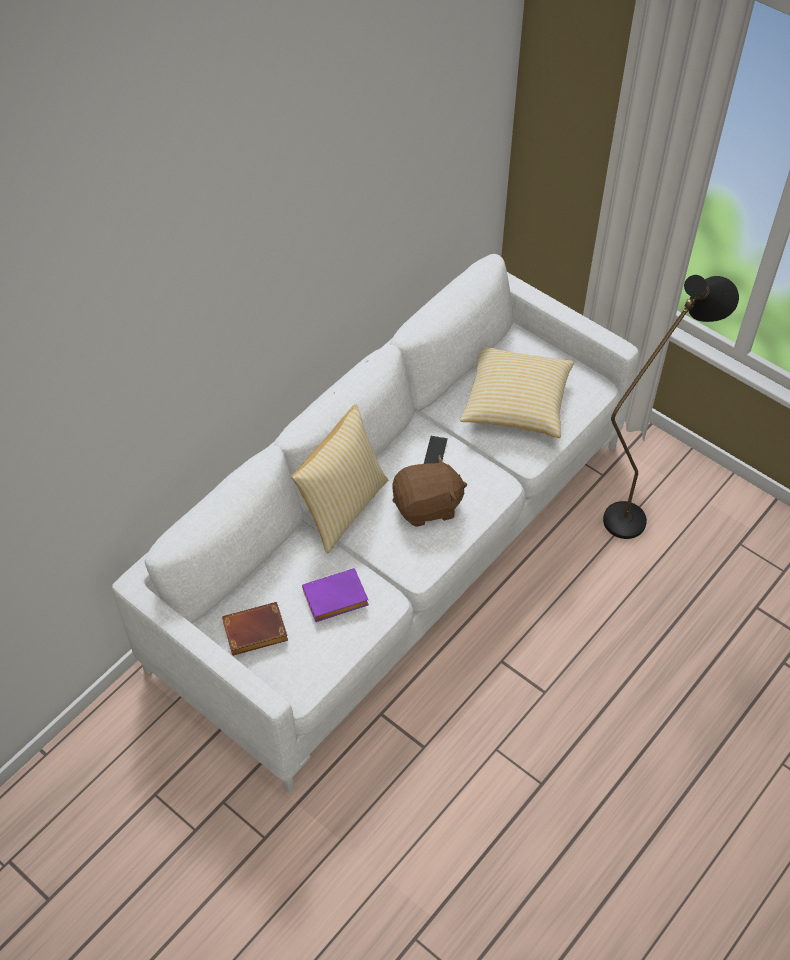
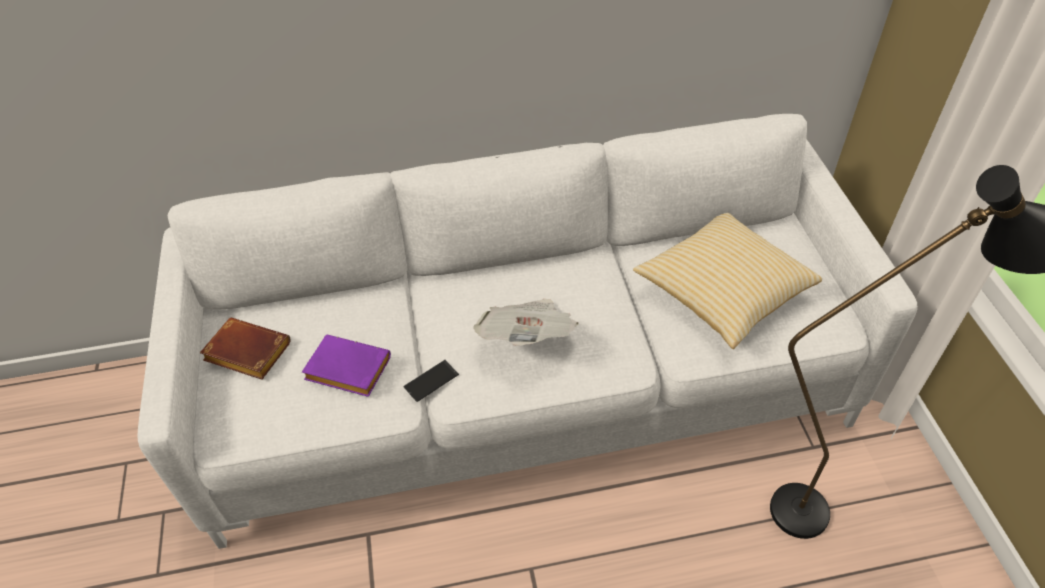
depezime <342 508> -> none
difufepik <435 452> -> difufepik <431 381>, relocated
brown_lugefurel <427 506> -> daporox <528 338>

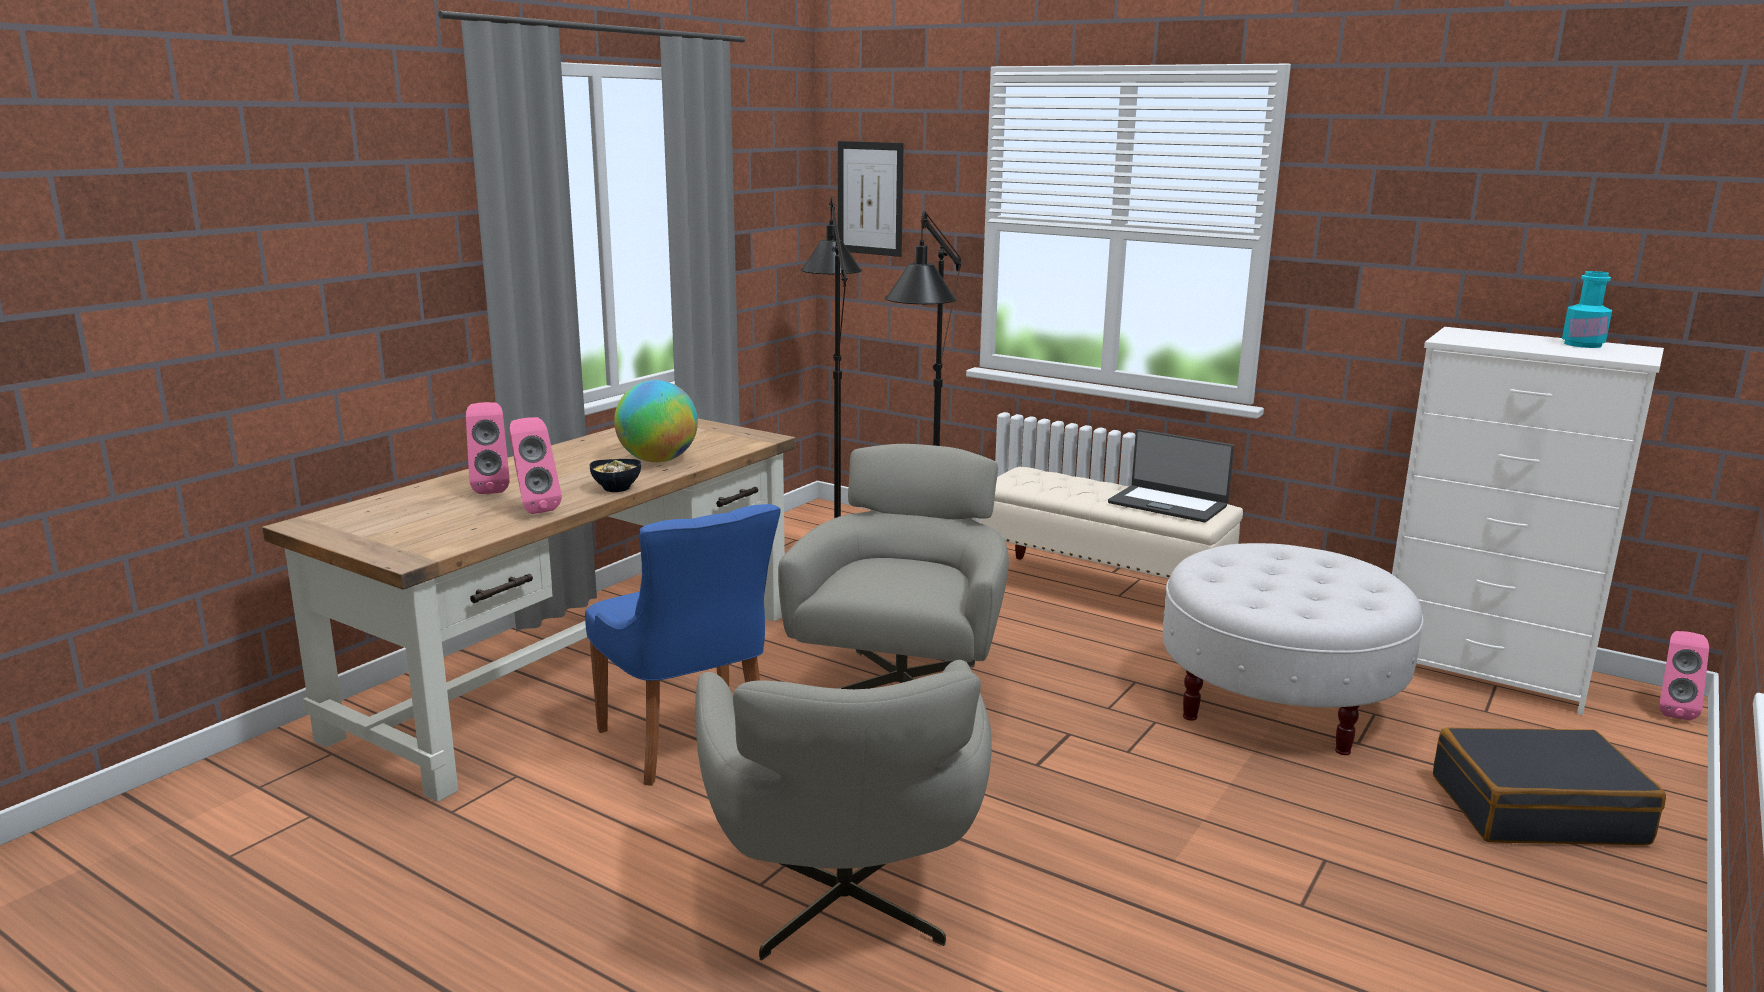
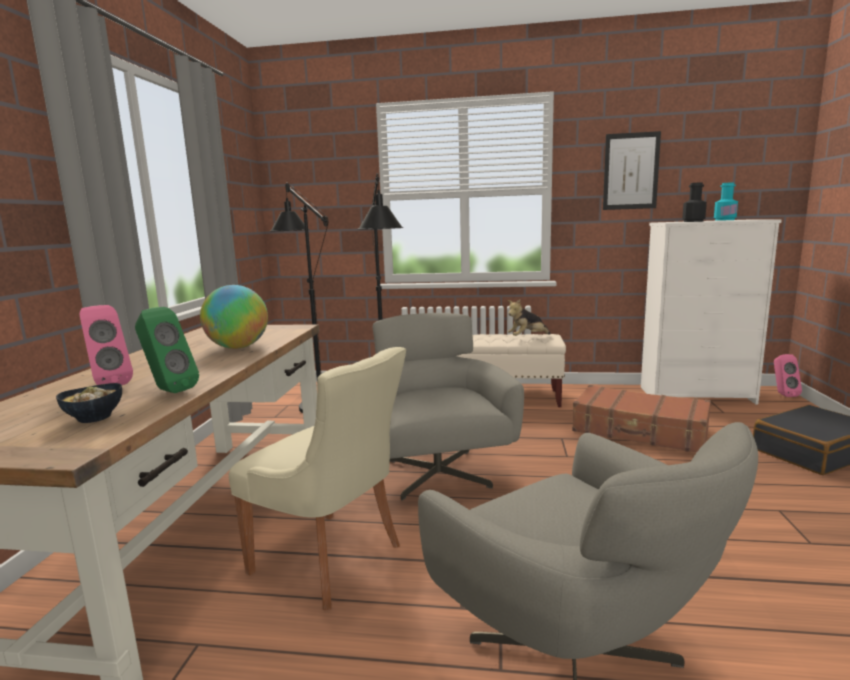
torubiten <870 198> -> torubiten <631 171>, relocated
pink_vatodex <533 509> -> green_vatodex <168 391>
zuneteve <1168 504> -> lugefurel <527 338>
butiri <617 489> -> butiri <95 418>, relocated
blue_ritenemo <689 742> -> beige_ritenemo <331 559>
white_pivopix <1278 703> -> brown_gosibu <639 431>
none -> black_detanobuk <693 221>

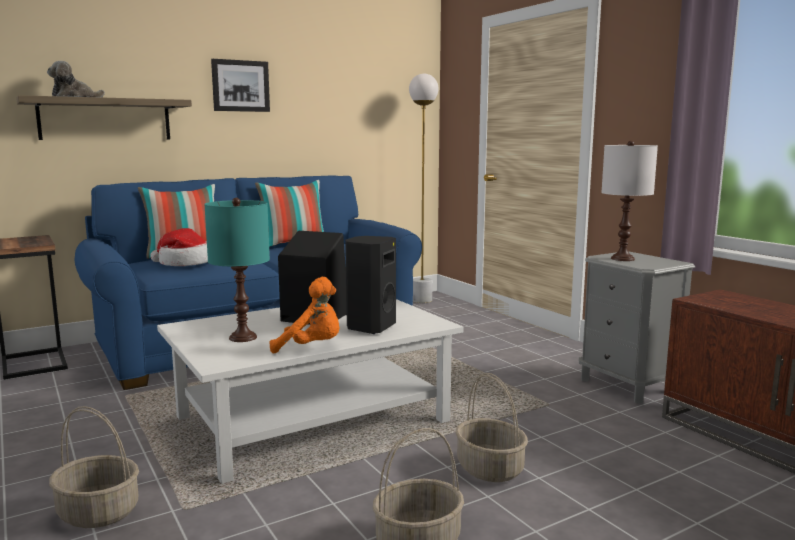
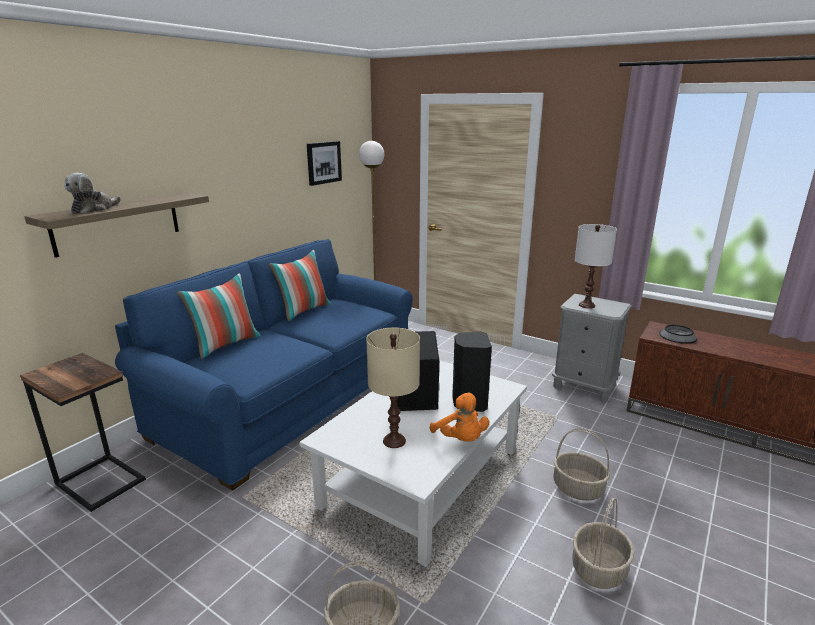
torubiten <240 86> -> torubiten <323 162>, relocated
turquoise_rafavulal <243 337> -> beige_rafavulal <394 441>
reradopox <186 263> -> none
orange_lugefurel <312 348> -> orange_lugefurel <460 440>, 75 degrees clockwise
none -> butiri <677 336>

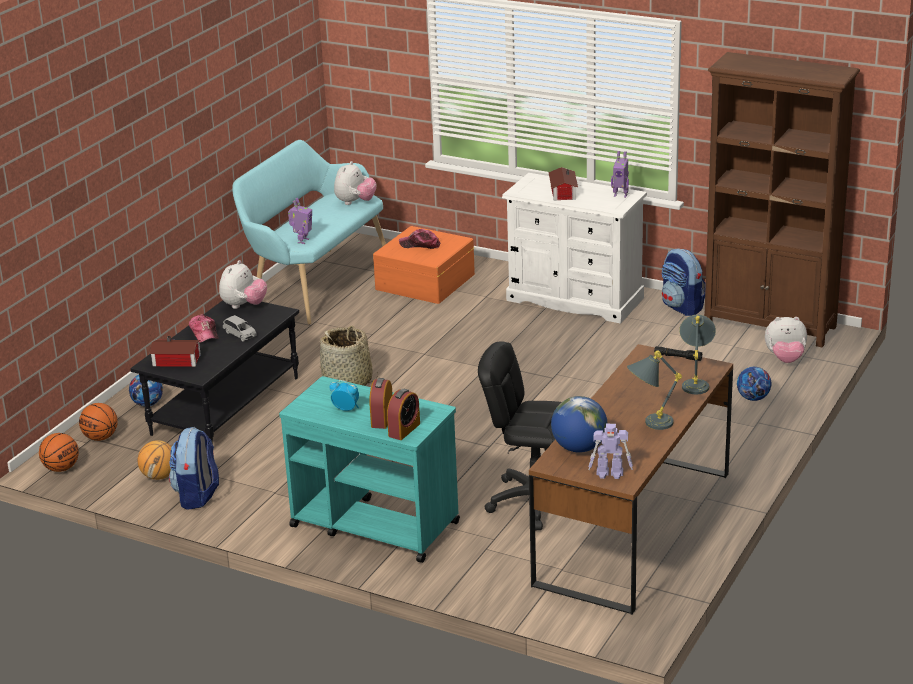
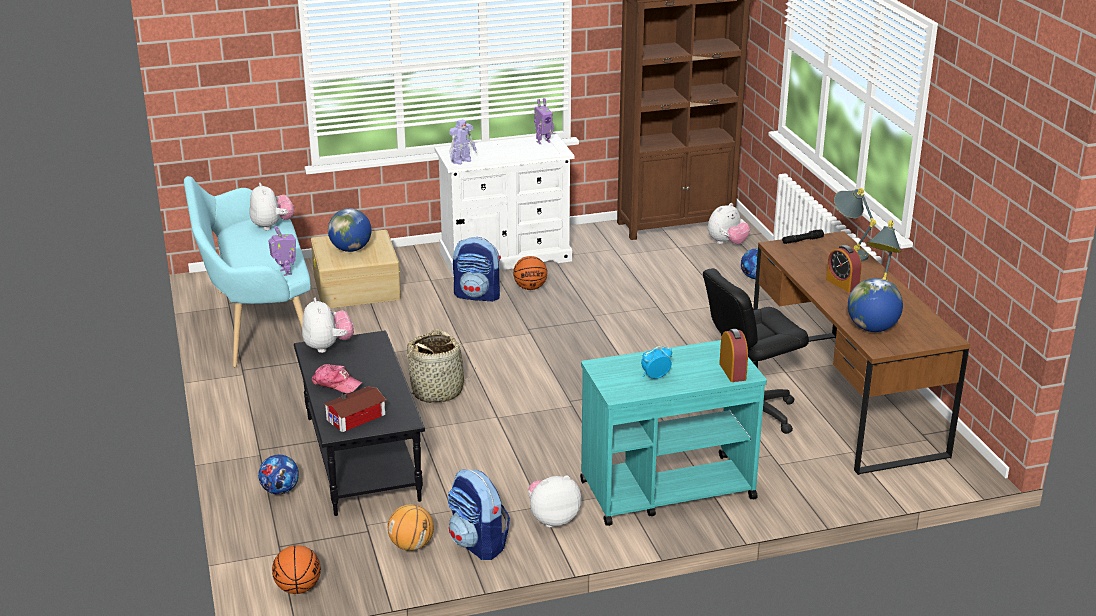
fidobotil <562 192> -> none
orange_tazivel <424 282> -> beige_tazivel <356 287>
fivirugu <420 245> -> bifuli <351 249>
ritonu <682 307> -> ritonu <478 295>, relocated
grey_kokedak <240 334> -> none
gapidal <382 419> -> gapidal <842 284>, relocated
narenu <101 437> -> narenu <530 288>, relocated
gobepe <610 474> -> gobepe <462 160>, relocated
none -> lugefurel <553 519>

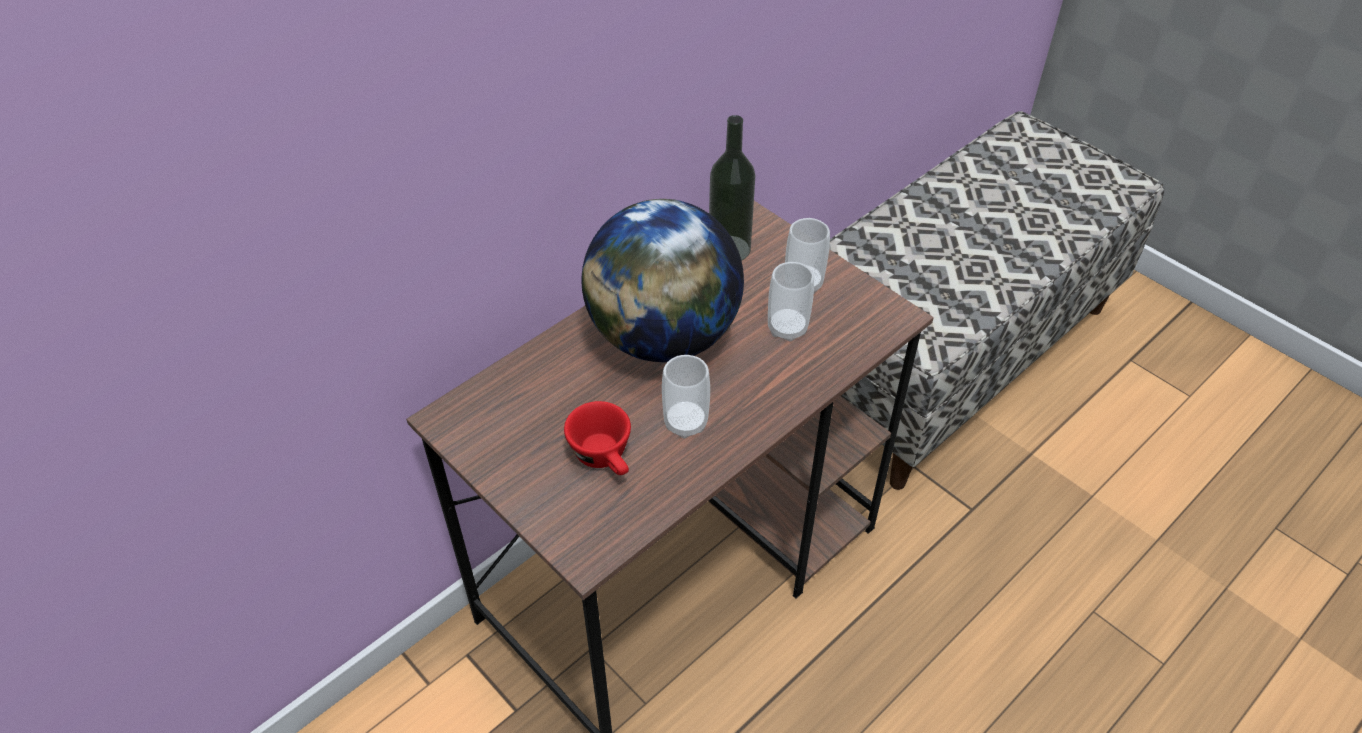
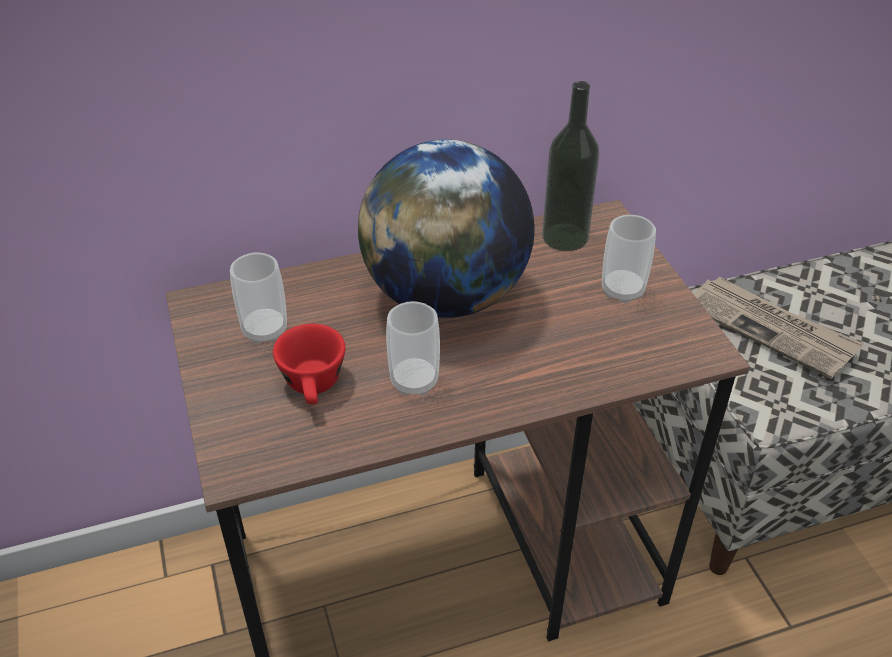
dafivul <787 328> -> dafivul <265 330>, relocated
none -> daporox <770 329>

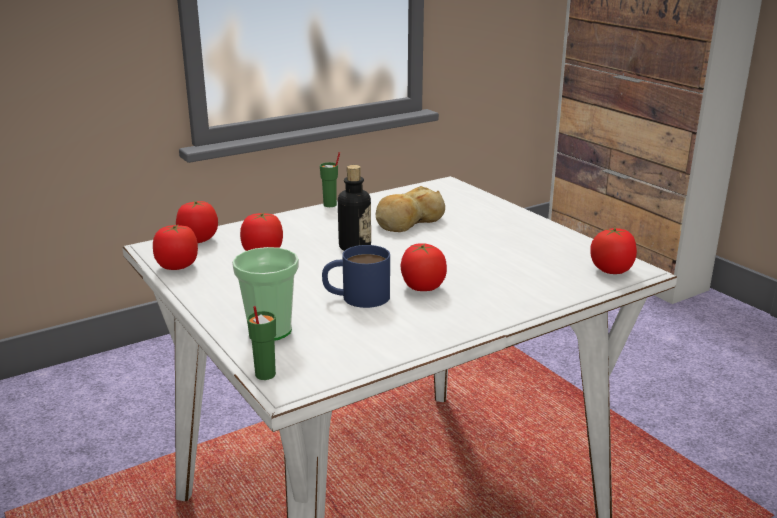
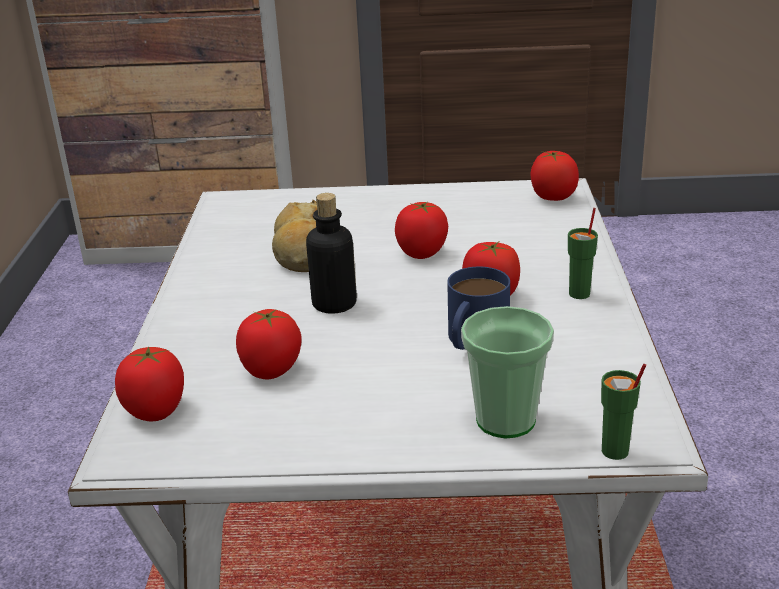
green_dafivul <330 205> -> green_dafivul <580 294>, relocated
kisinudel <177 266> -> kisinudel <421 253>, relocated

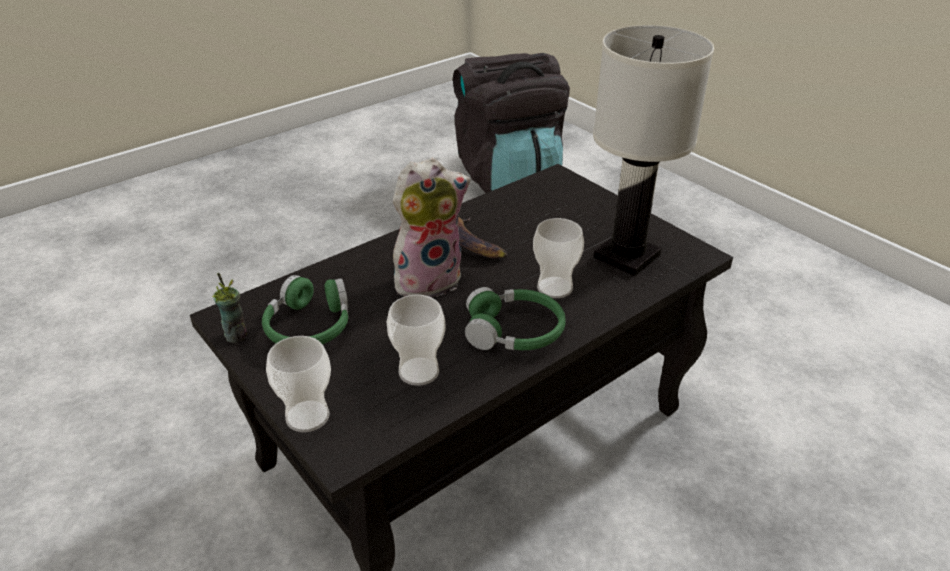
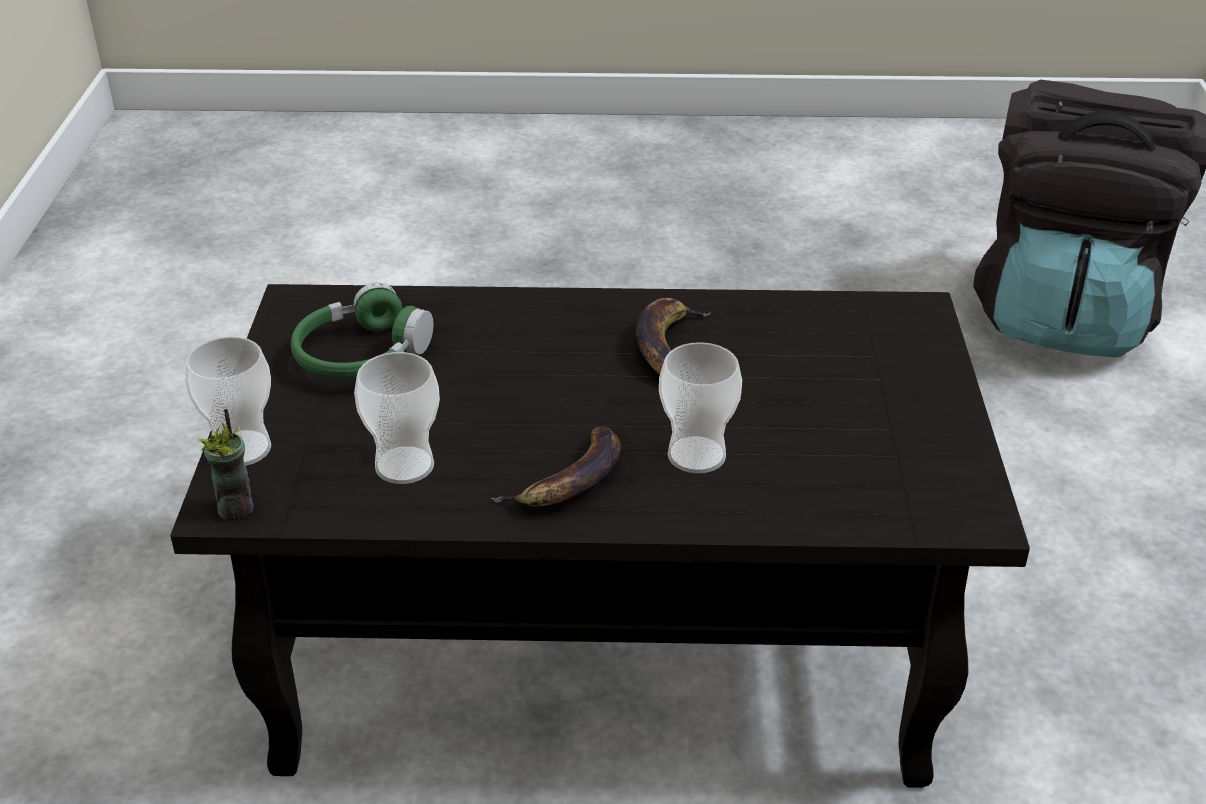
white_rafavulal <627 257> -> none
lugefurel <429 279> -> none
dafivul <236 335> -> dafivul <236 508>, relocated
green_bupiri <514 331> -> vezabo <570 481>

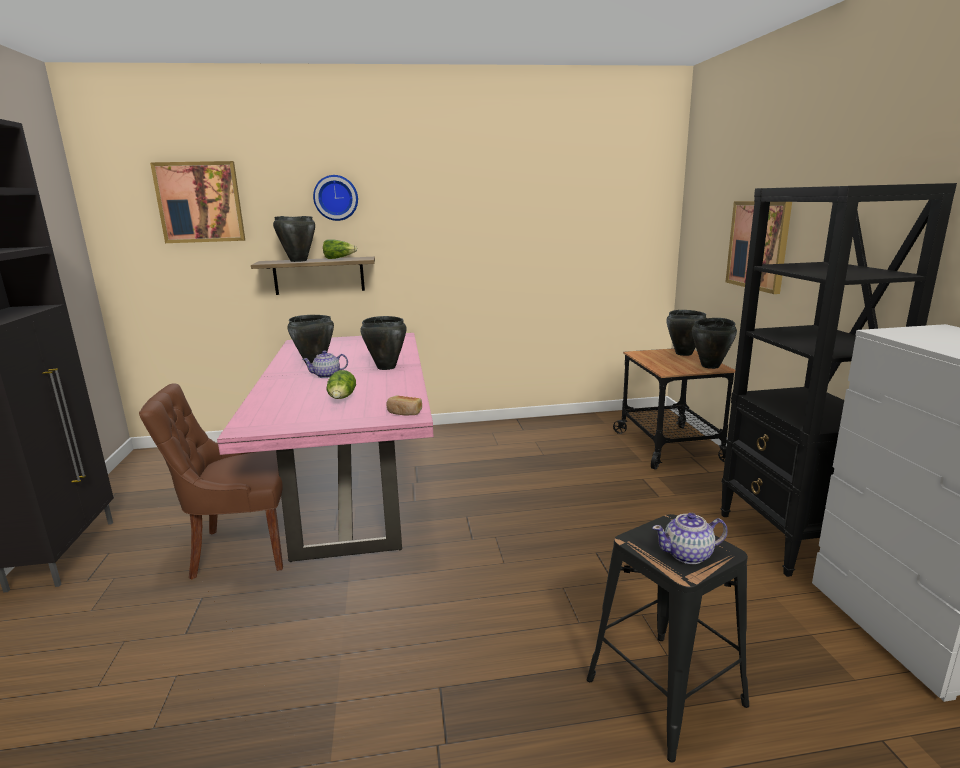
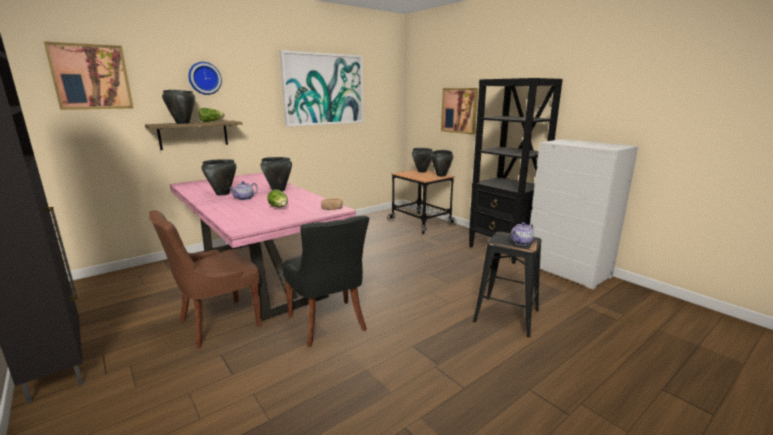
none -> torubiten <324 89>
none -> black_ritenemo <328 324>

